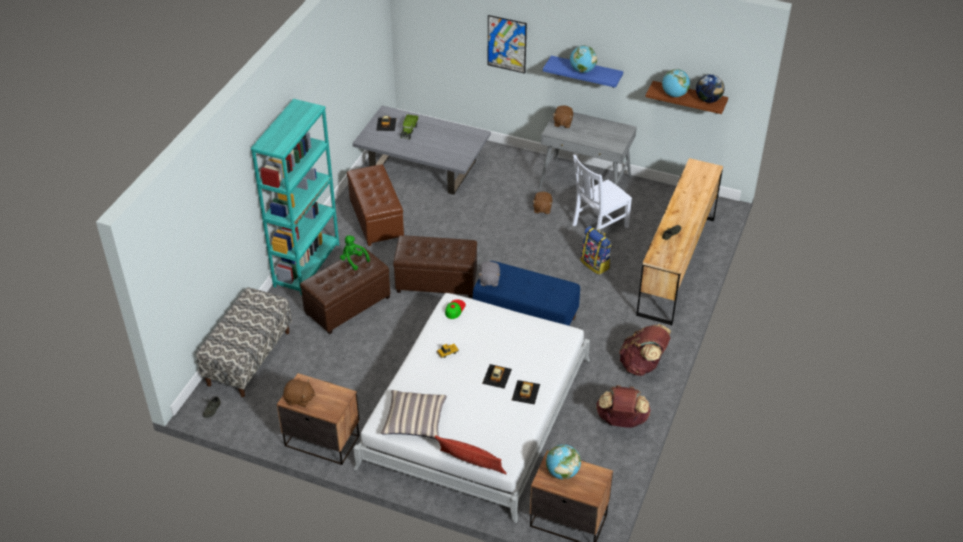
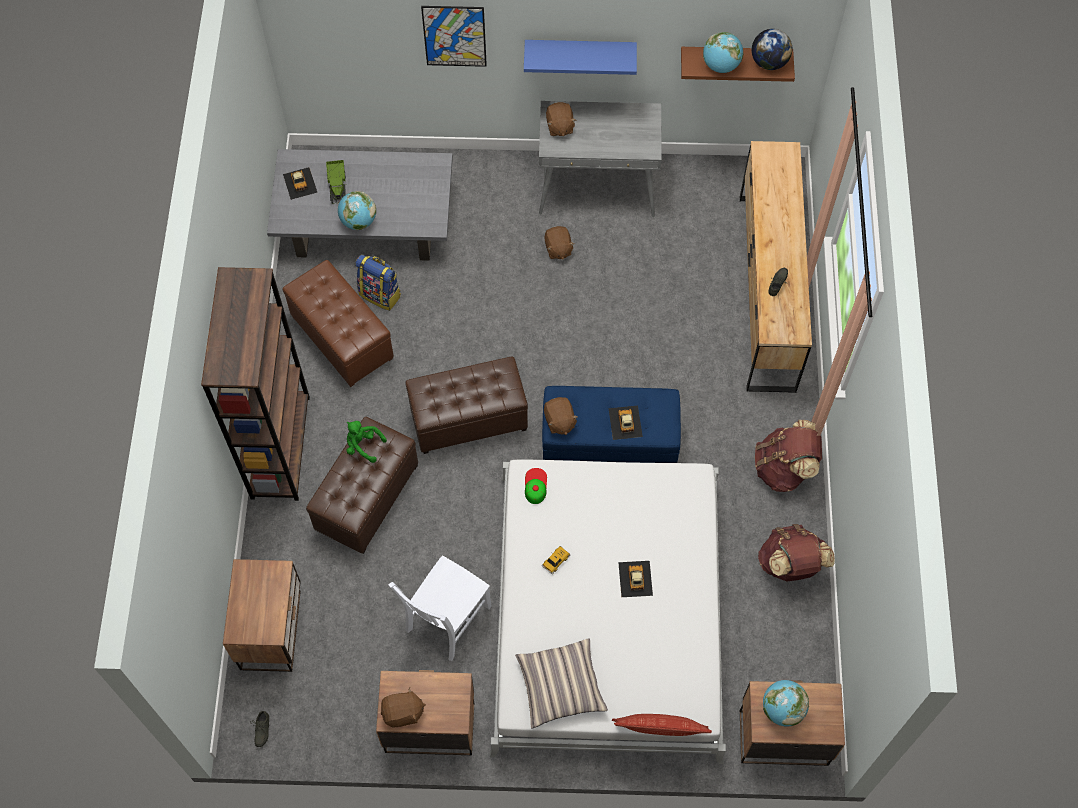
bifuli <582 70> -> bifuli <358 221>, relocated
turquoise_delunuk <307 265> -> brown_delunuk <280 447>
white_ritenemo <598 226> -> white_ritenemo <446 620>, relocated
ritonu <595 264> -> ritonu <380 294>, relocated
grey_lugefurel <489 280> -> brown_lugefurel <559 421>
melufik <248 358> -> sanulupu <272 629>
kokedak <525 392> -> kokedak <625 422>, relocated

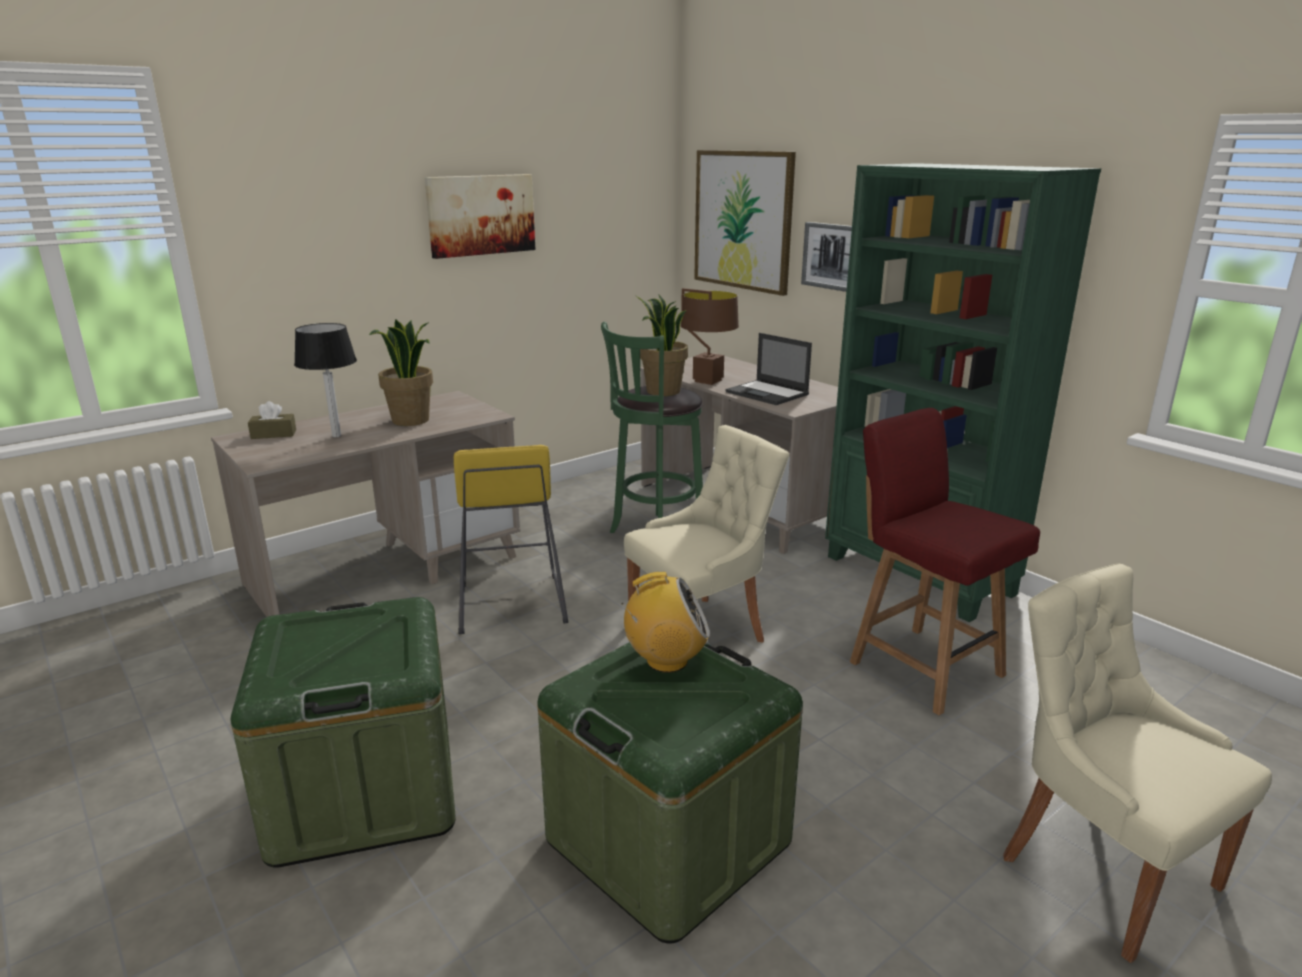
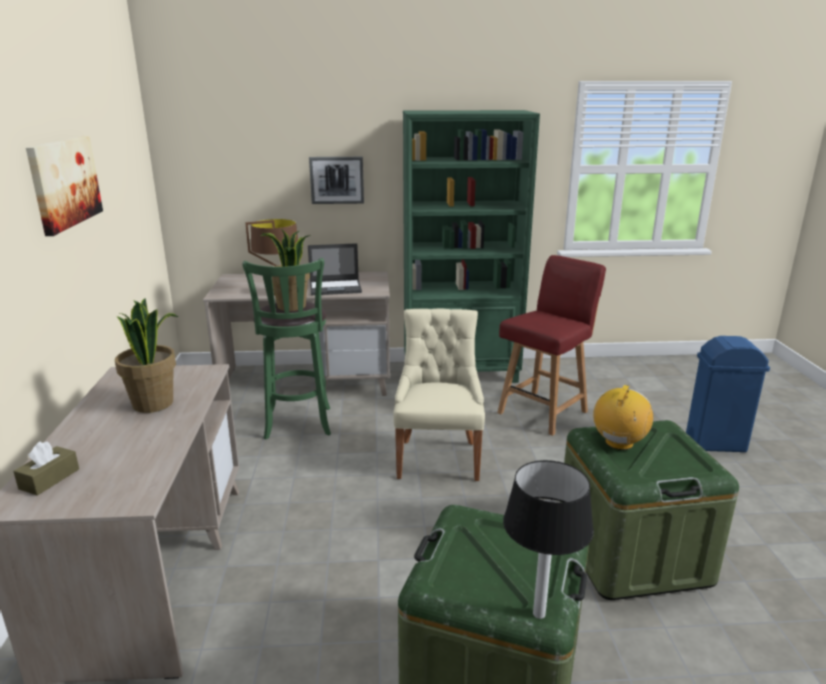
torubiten <743 220> -> none
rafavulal <337 436> -> rafavulal <539 613>, relocated
red_ritenemo <923 666> -> red_ritenemo <544 411>, 135 degrees clockwise
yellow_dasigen <511 603> -> none
beige_ritenemo <1101 867> -> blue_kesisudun <714 443>

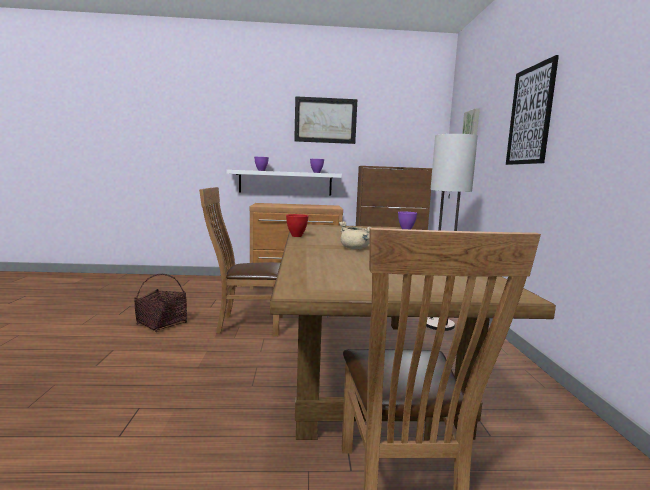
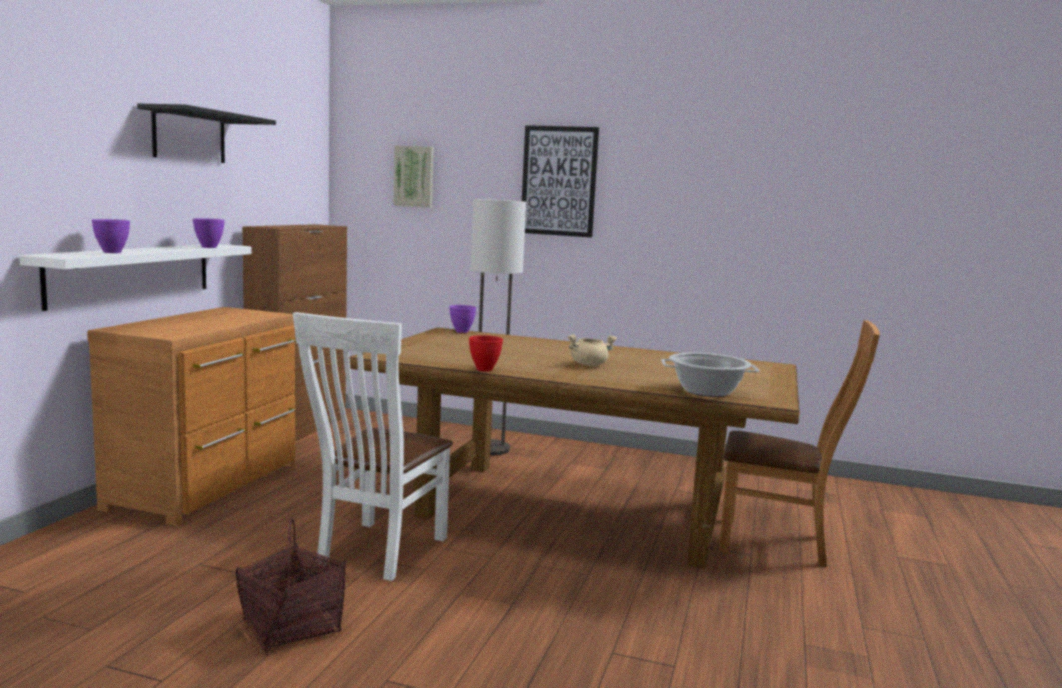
torubiten <325 120> -> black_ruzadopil <189 136>
brown_ritenemo <246 324> -> white_ritenemo <376 553>
none -> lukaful <707 391>

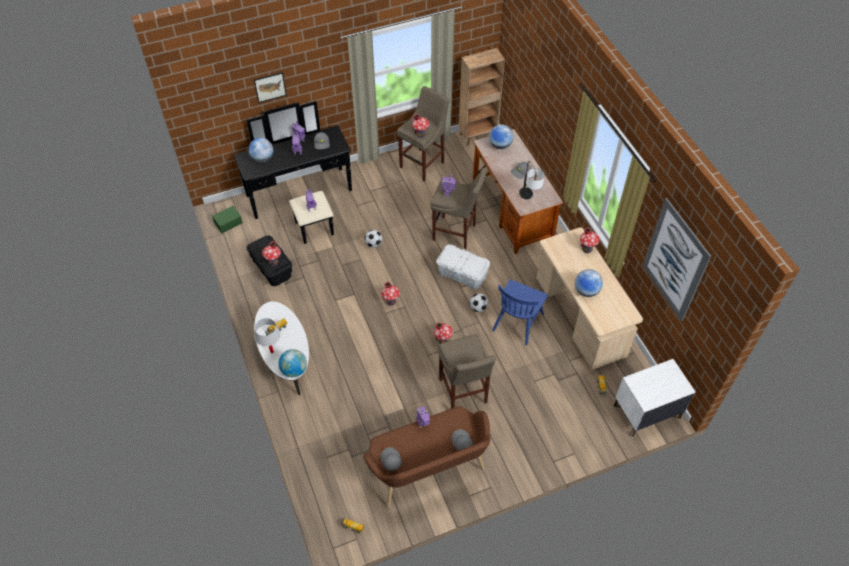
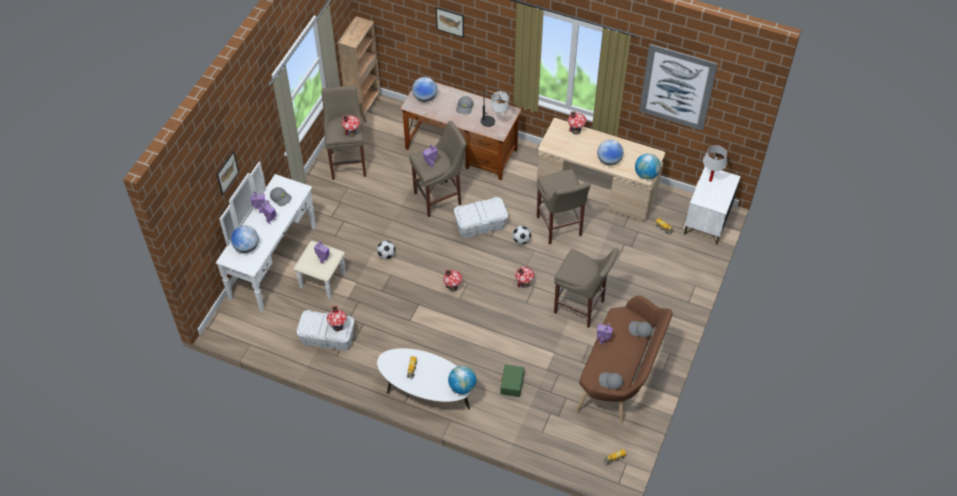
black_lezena <303 201> -> white_lezena <285 266>
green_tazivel <228 222> -> green_tazivel <511 383>, relocated
black_tazivel <271 268> -> white_tazivel <327 338>
blue_ritenemo <517 322> -> beige_dasigen <559 228>
white_rafavulal <272 352> -> white_rafavulal <710 180>, relocated
none -> torubiten <450 22>
none -> bifuli <646 174>

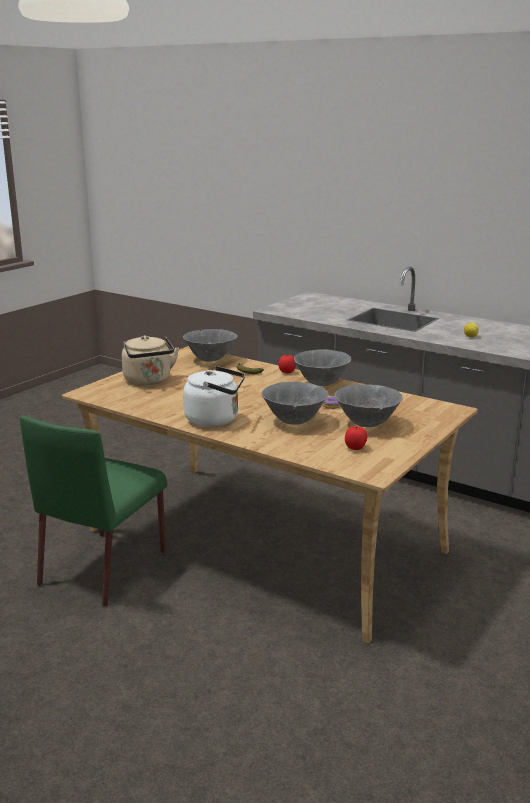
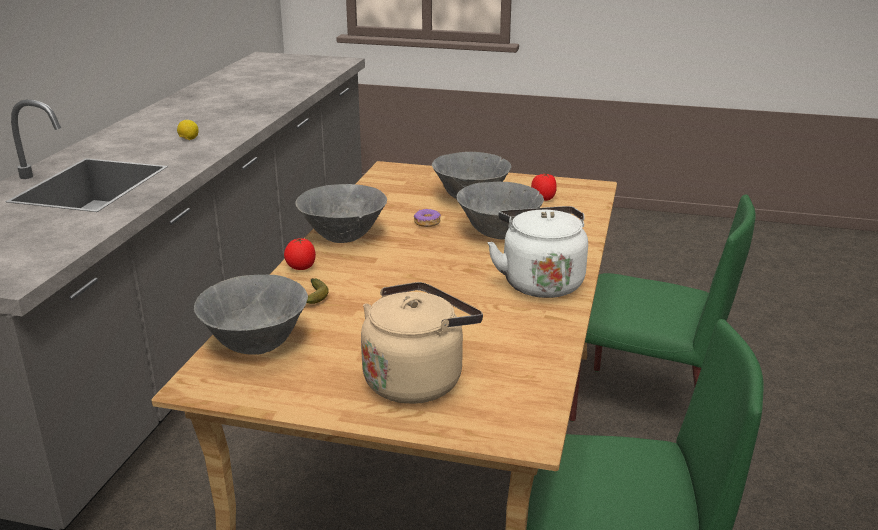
none -> green_ritenemo <643 408>

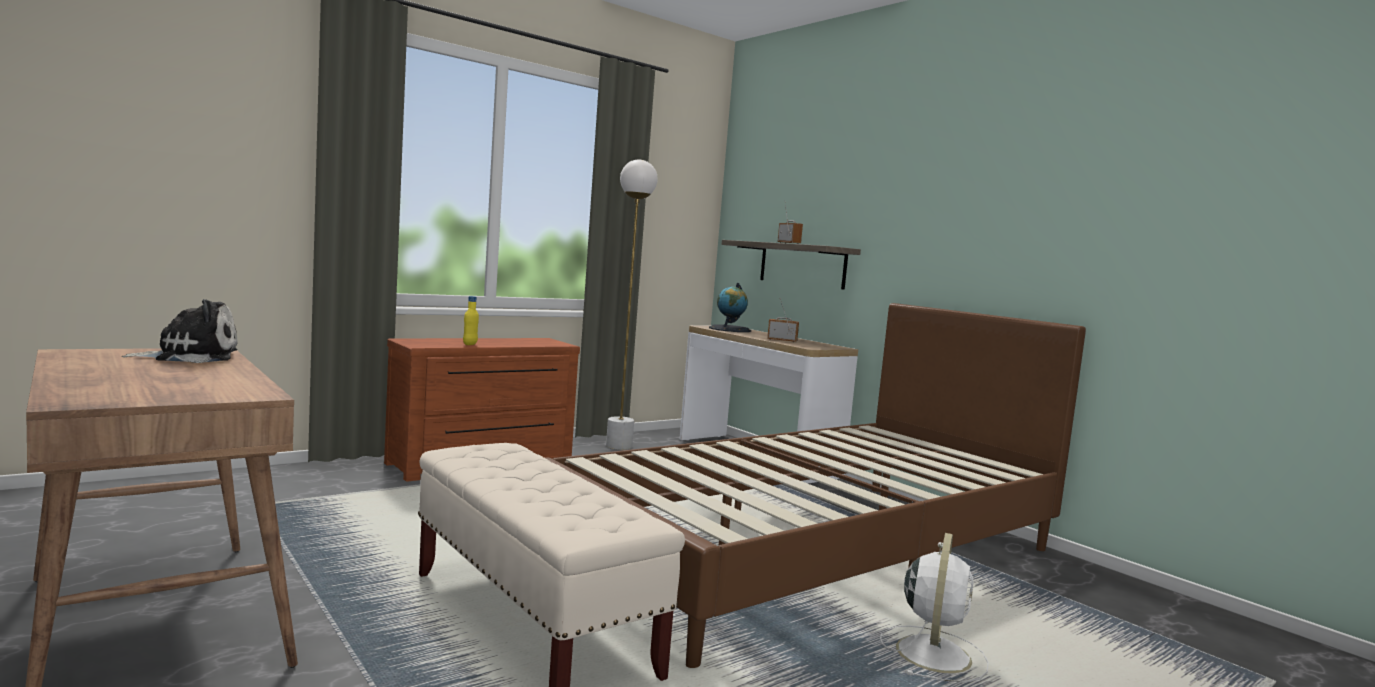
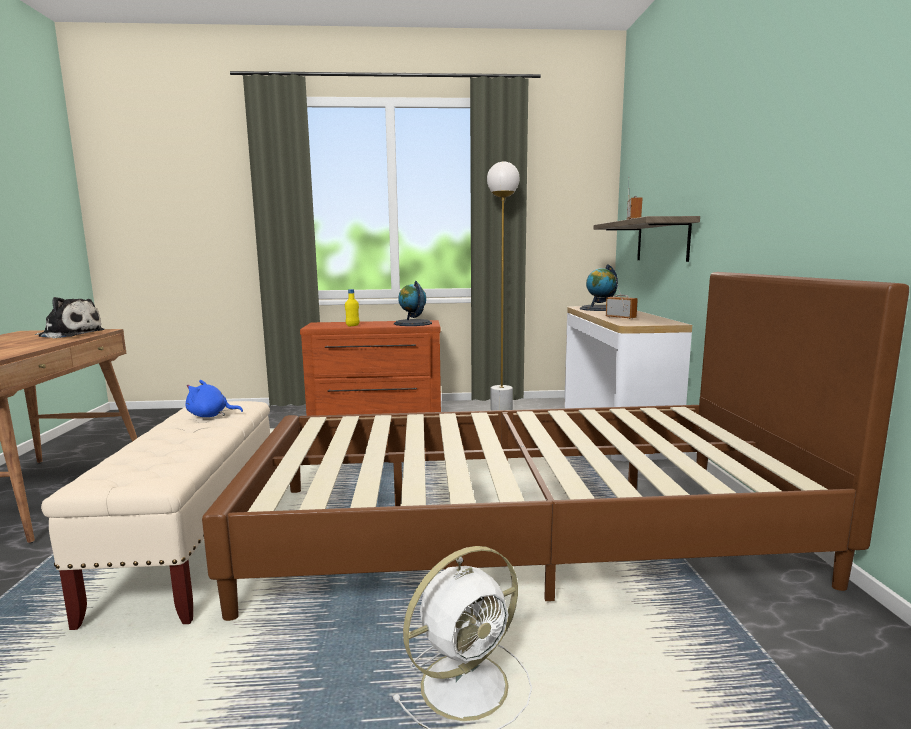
none -> bifuli <412 323>
none -> blue_lugefurel <210 416>

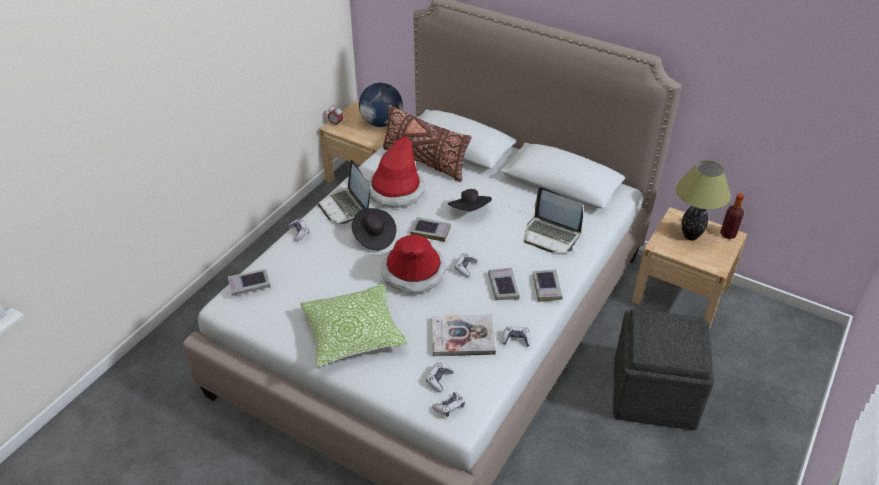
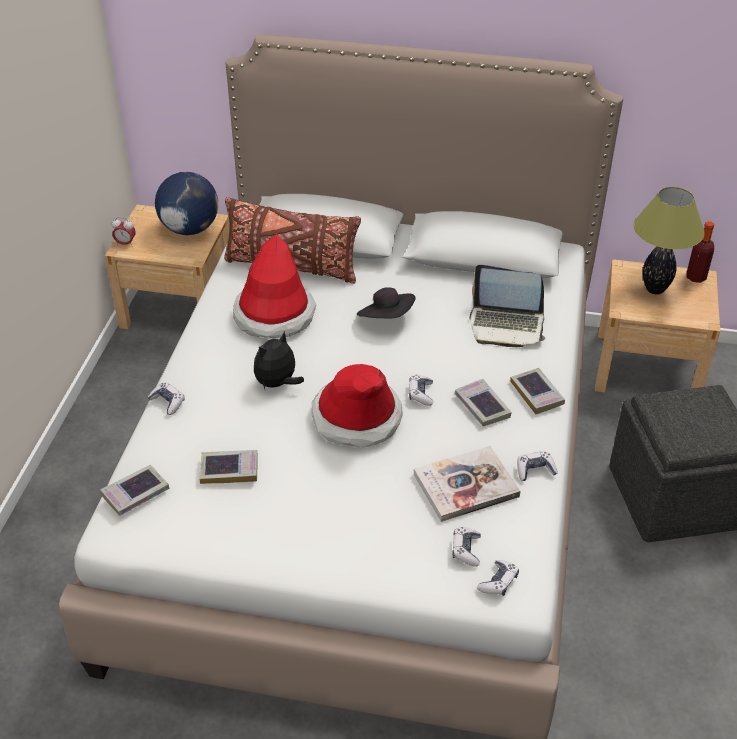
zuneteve <346 207> -> none
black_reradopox <374 237> -> lugefurel <277 383>
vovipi <430 231> -> vovipi <229 470>, relocated
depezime <353 334> -> none

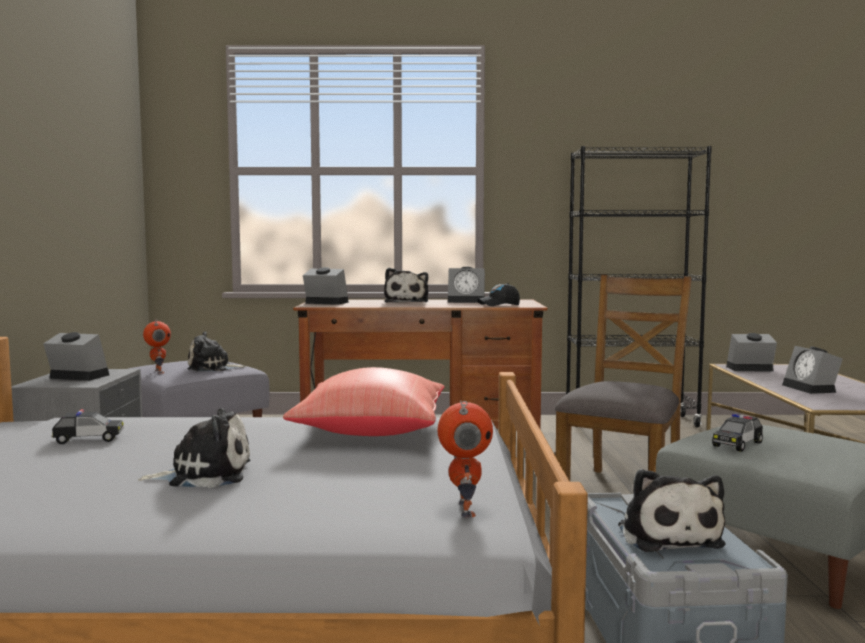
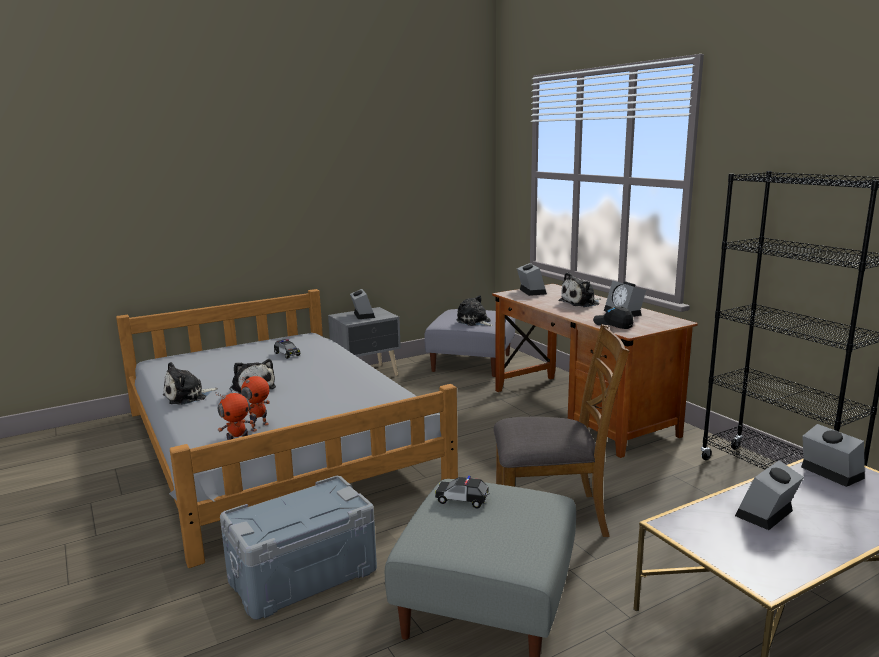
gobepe <158 372> -> gobepe <259 426>, relocated
red_depezime <370 432> -> none
lugefurel <667 535> -> lugefurel <188 396>, relocated

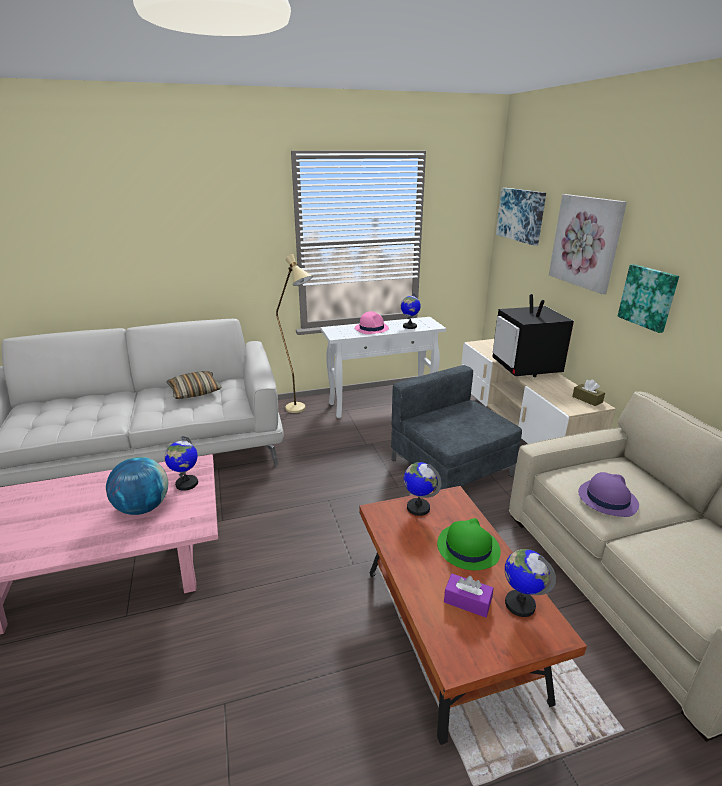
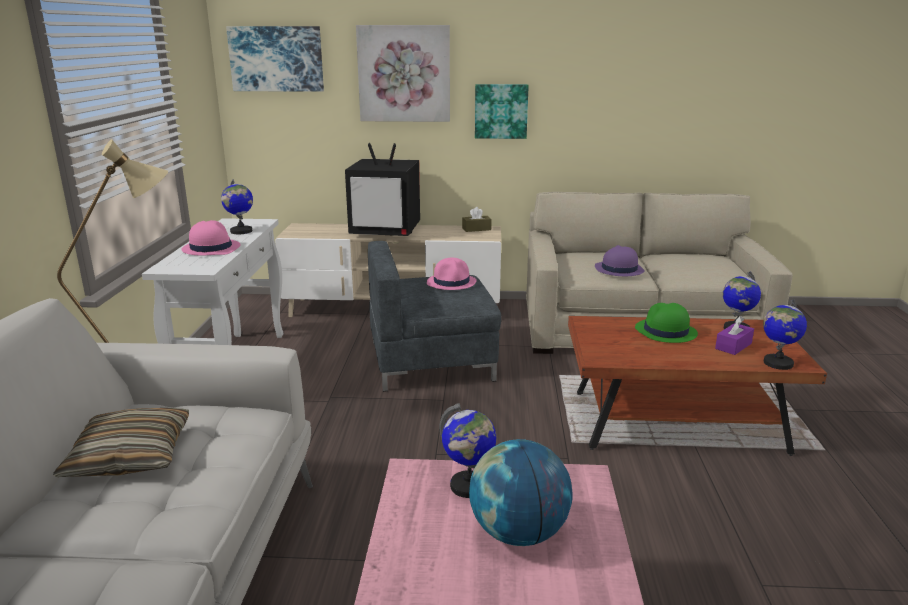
bifuli <418 507> -> bifuli <777 363>, relocated
none -> pink_reradopox <452 282>

